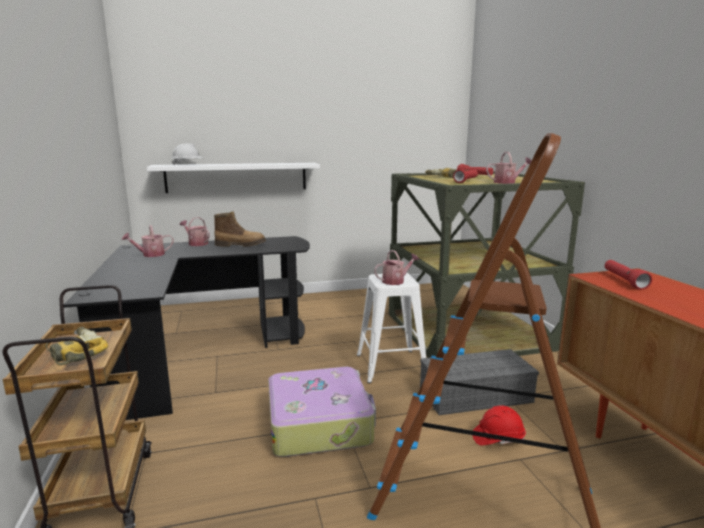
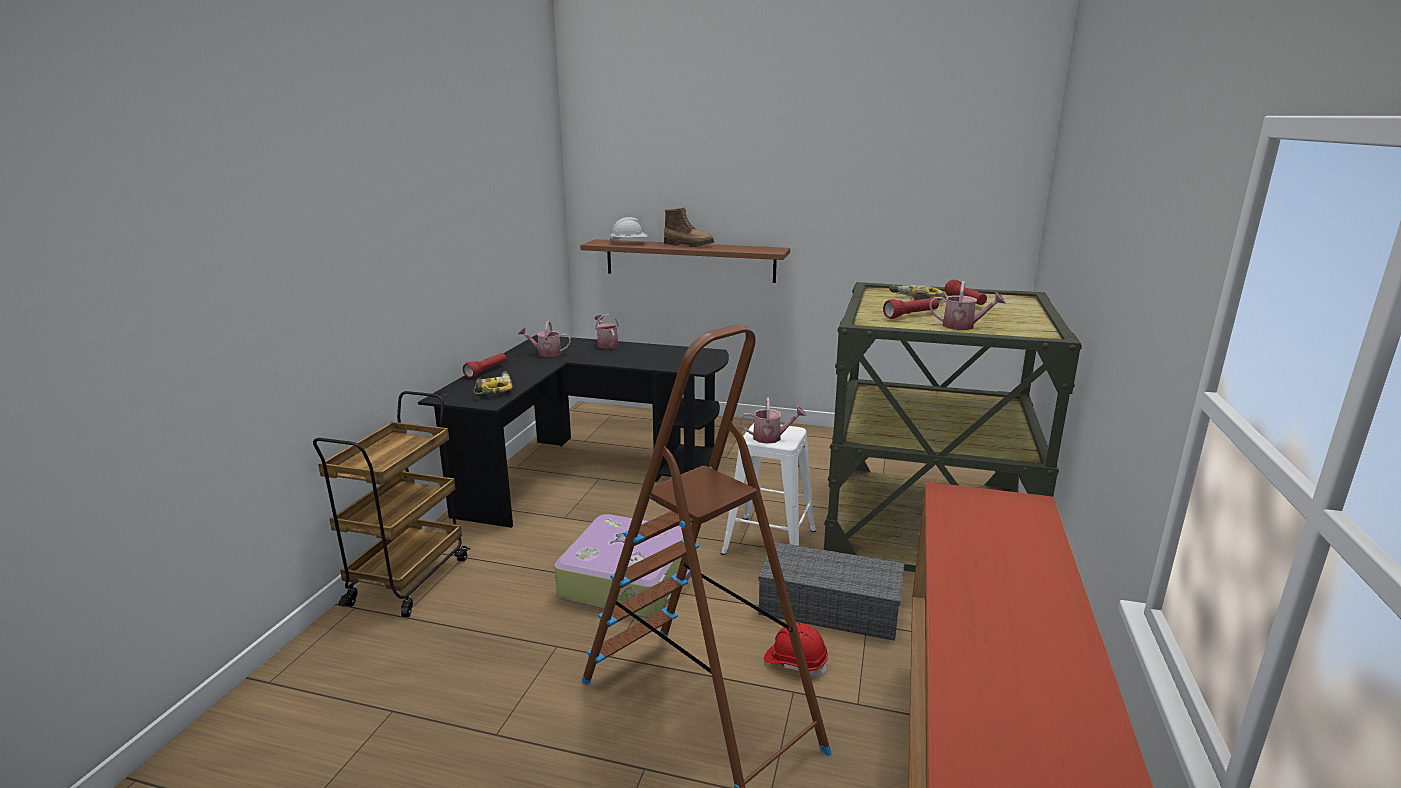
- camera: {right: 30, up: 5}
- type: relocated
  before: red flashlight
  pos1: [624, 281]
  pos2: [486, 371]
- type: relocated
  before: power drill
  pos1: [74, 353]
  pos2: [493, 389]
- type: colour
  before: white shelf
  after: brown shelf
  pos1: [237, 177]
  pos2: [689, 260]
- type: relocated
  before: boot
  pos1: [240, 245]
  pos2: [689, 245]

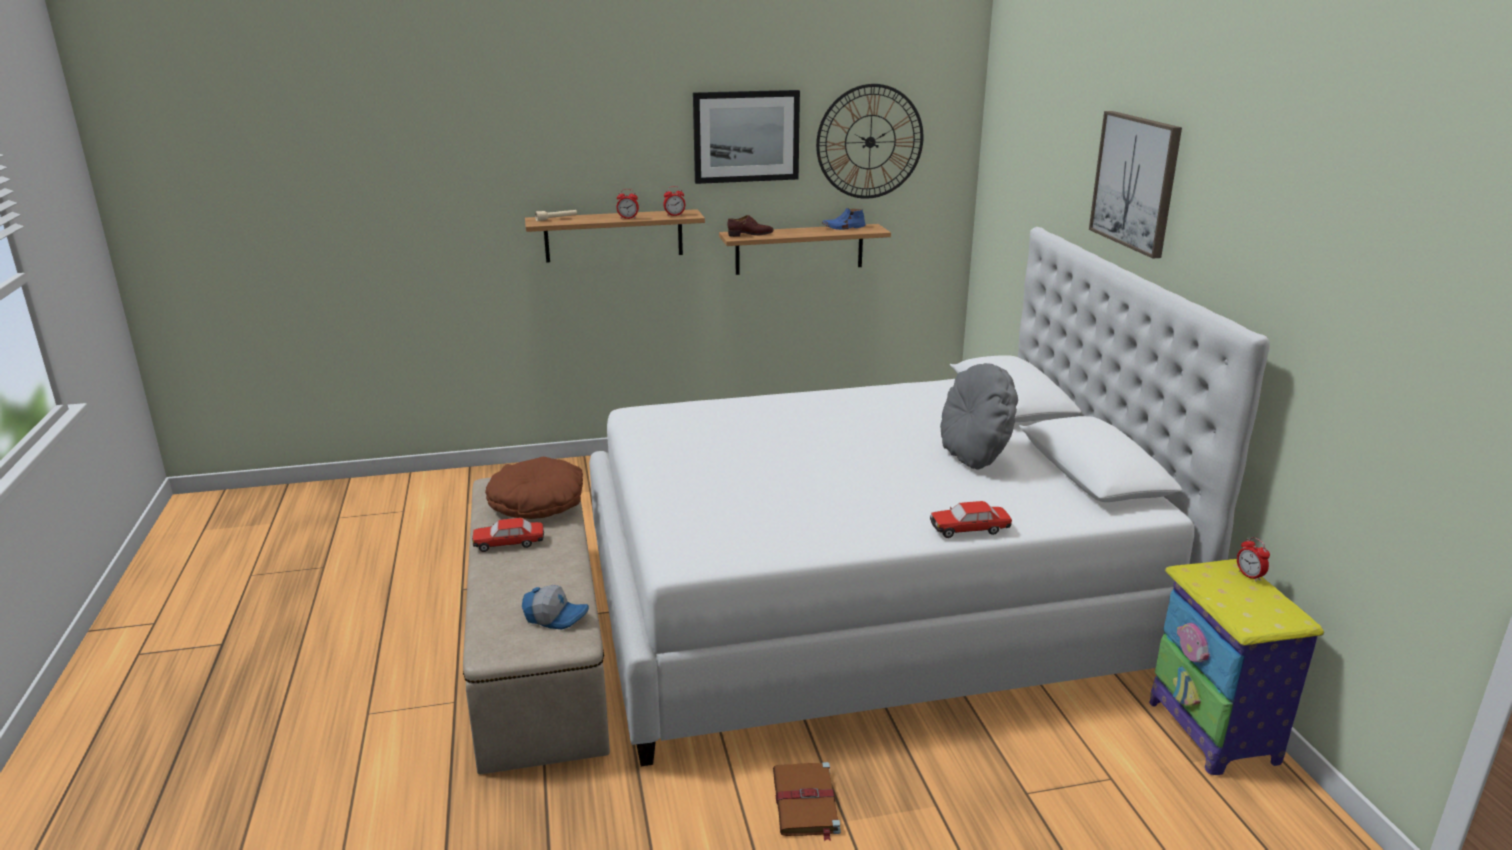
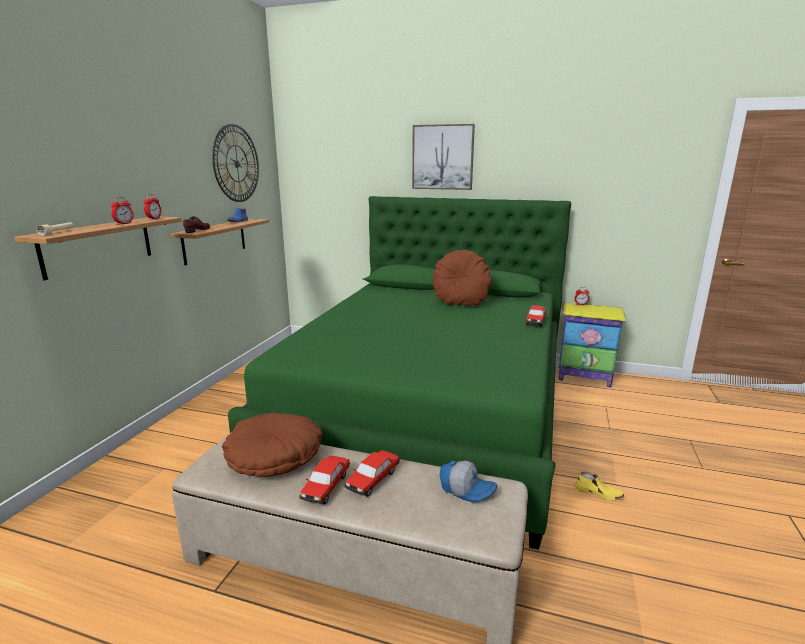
- camera: {right: -60, up: -5}
- type: colour
  before: white bed
  after: green bed
  pos1: [866, 602]
  pos2: [429, 413]
- type: appeared
  after: toy car
  pos2: [373, 479]
- type: colour
  before: grey pillow
  after: brown pillow
  pos1: [974, 458]
  pos2: [460, 303]
- type: spun
  before: cap
  pos1: [556, 616]
  pos2: [467, 489]
  turn: 75
- type: exchanged
  before: brown book
  after: yellow shoe
  pos1: [806, 803]
  pos2: [598, 492]
- type: missing
  before: picture
  pos1: [746, 136]

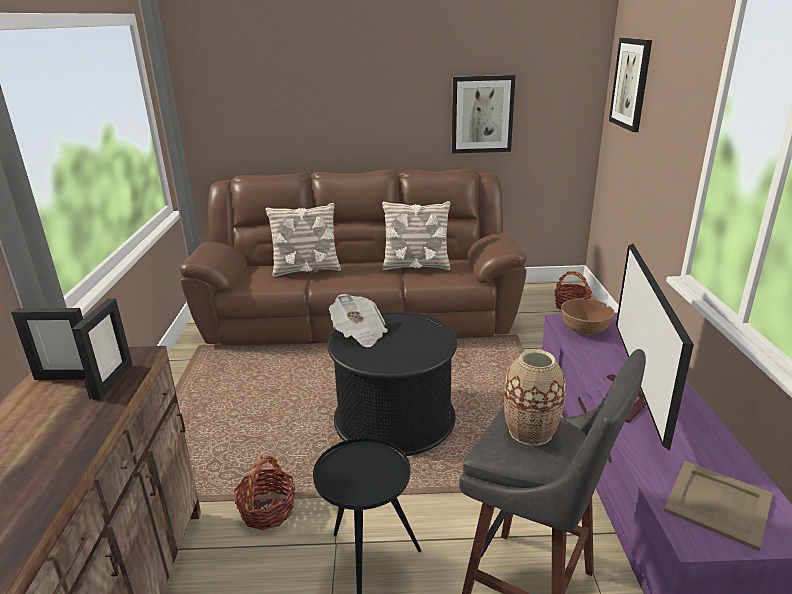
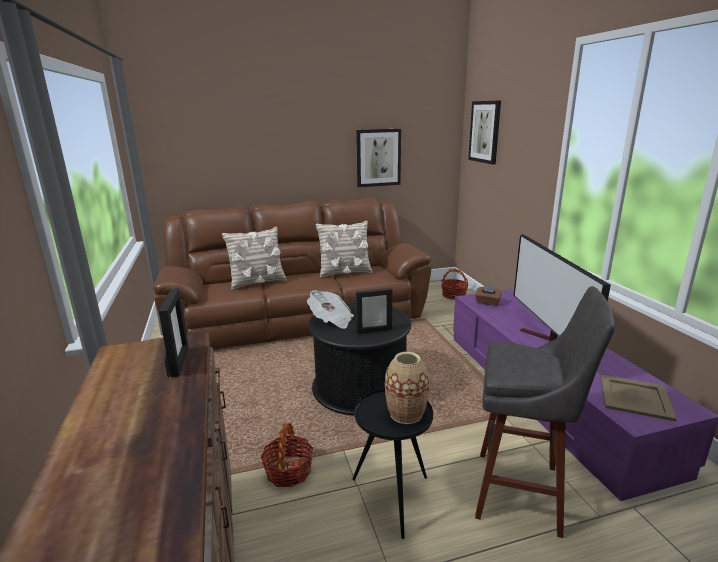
- camera: {right: -15, up: -5}
- type: relocated
  before: picture frame
  pos1: [67, 376]
  pos2: [374, 330]
- type: relocated
  before: vase
  pos1: [530, 431]
  pos2: [406, 414]
- type: exchanged
  before: brown bowl
  after: brown tissue box
  pos1: [584, 330]
  pos2: [487, 303]

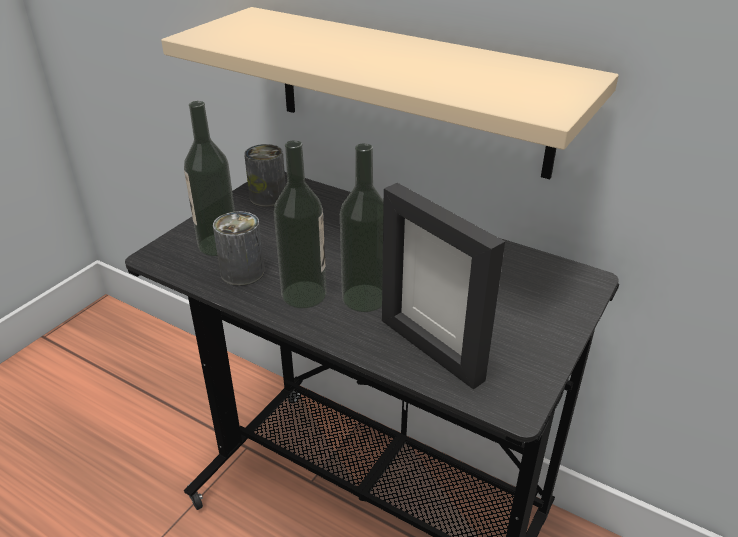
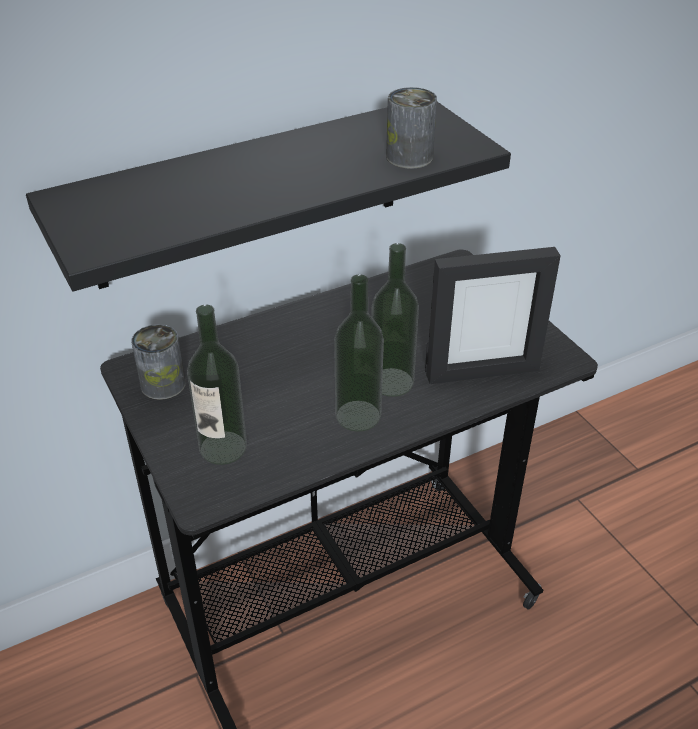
- camera: {right: -60, up: 5}
- type: colour
  before: beige shelf
  after: black shelf
  pos1: [409, 90]
  pos2: [250, 193]
- type: relocated
  before: can
  pos1: [242, 272]
  pos2: [409, 157]

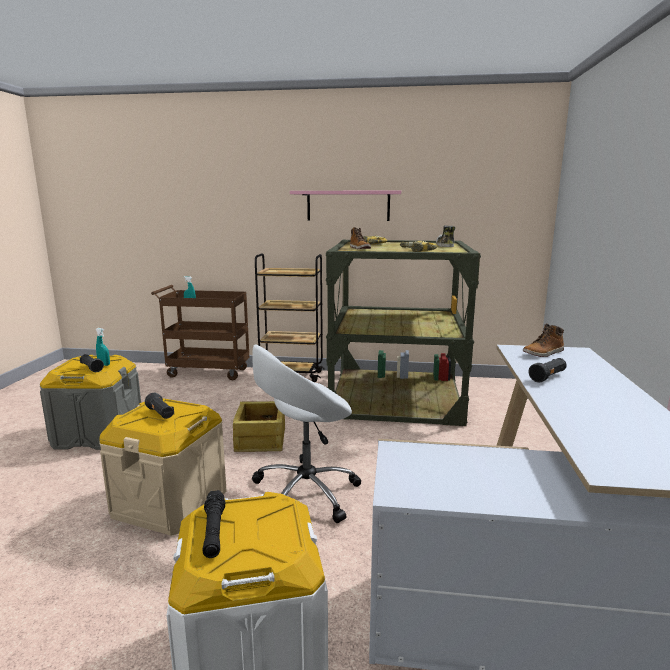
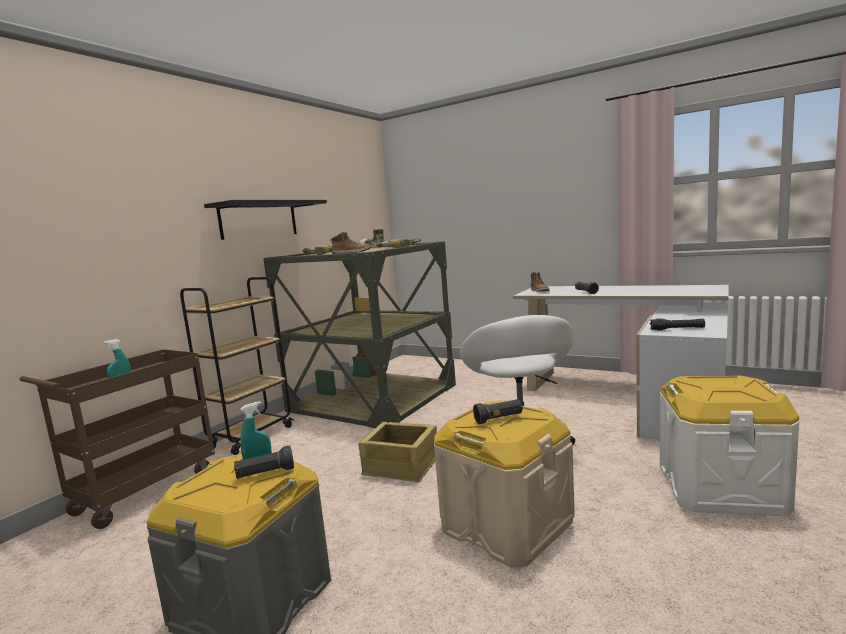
- camera: {right: -65, up: -5}
- type: colour
  before: pink shelf
  after: black shelf
  pos1: [348, 206]
  pos2: [259, 220]
- type: relocated
  before: black flashlight
  pos1: [214, 530]
  pos2: [677, 329]

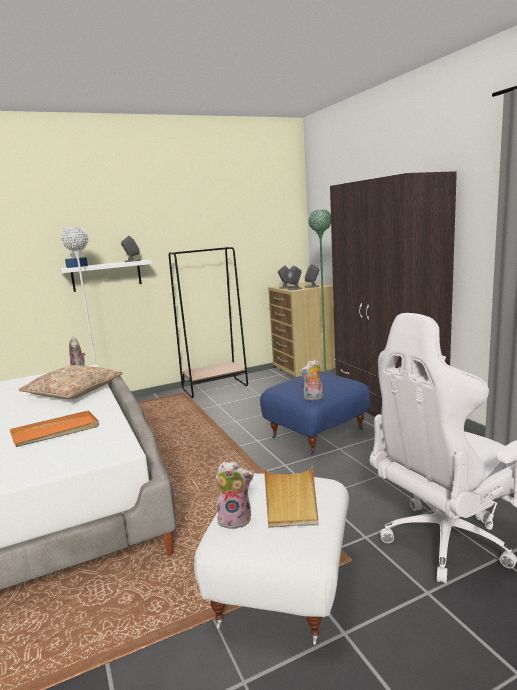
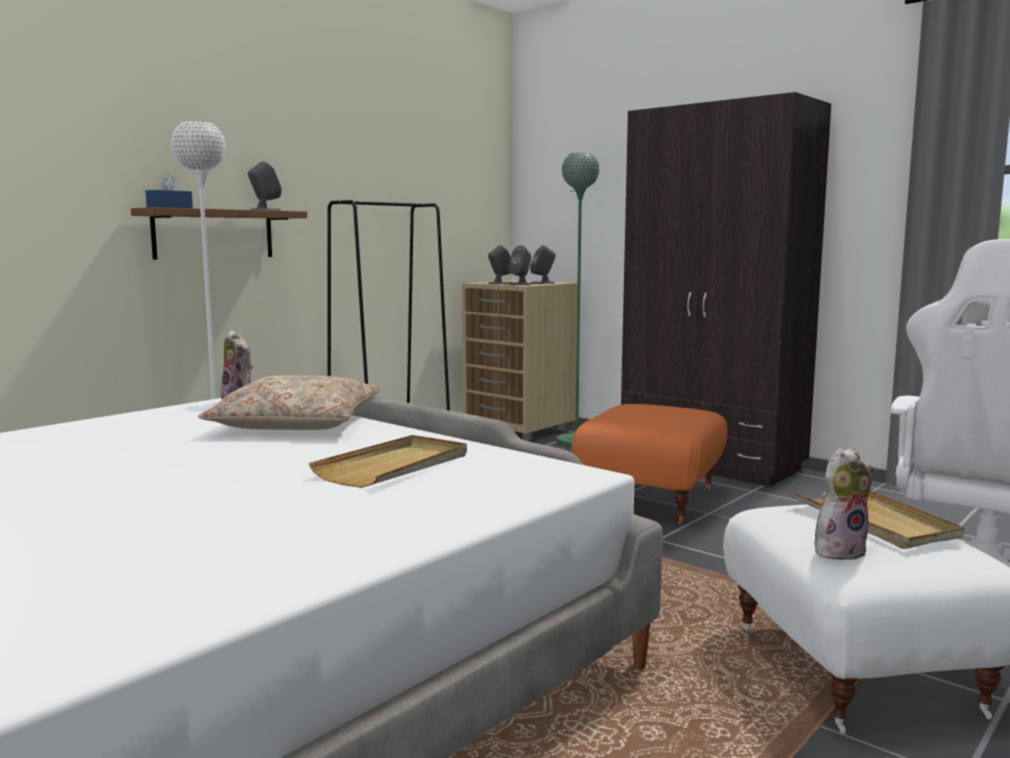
- camera: {right: -25, up: -5}
- type: colour
  before: white shelf
  after: brown shelf
  pos1: [106, 275]
  pos2: [214, 234]
- type: colour
  before: orange tray
  after: beige tray
  pos1: [56, 431]
  pos2: [394, 466]
- type: colour
  before: blue ottoman
  after: orange ottoman
  pos1: [316, 433]
  pos2: [649, 499]
- type: missing
  before: plush toy
  pos1: [313, 398]

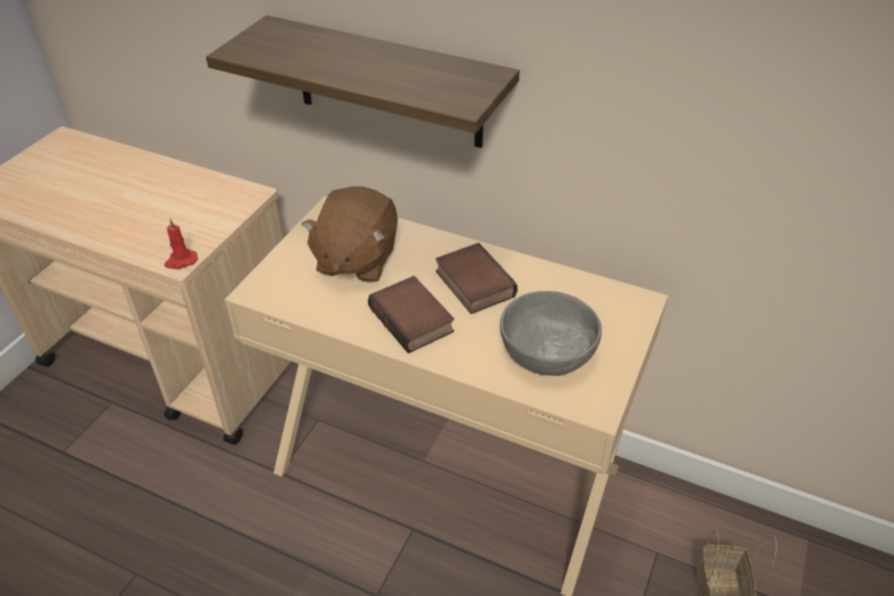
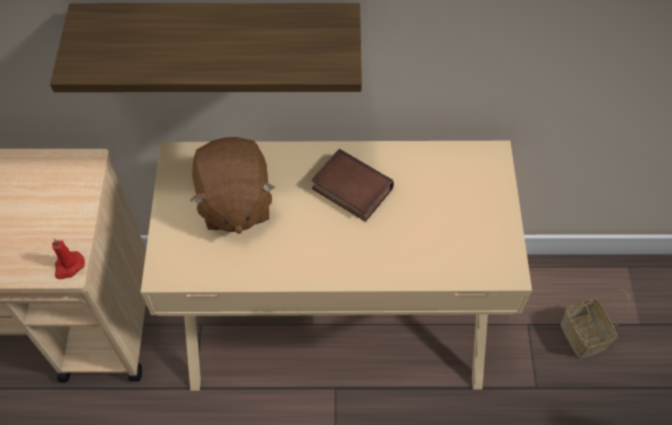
- camera: {right: -25, up: 15}
- type: missing
  before: book
  pos1: [414, 320]
- type: missing
  before: grey bowl
  pos1: [547, 351]

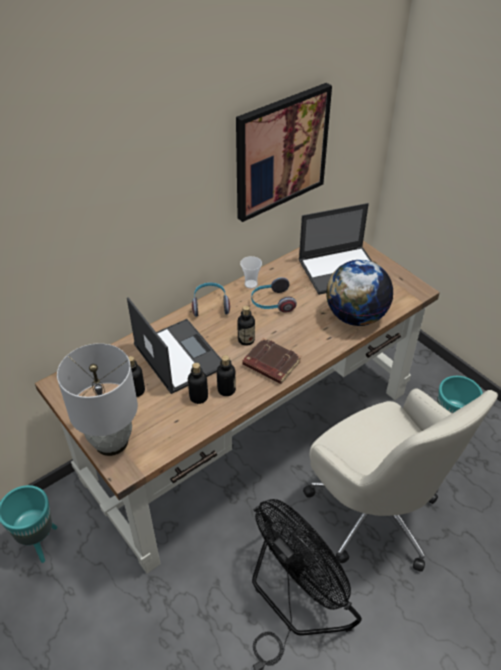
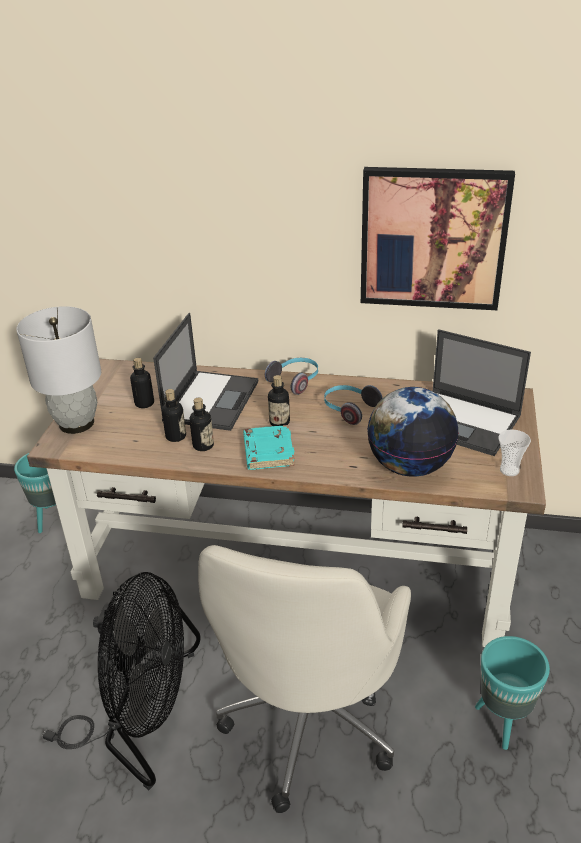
- camera: {right: 50, up: -10}
- type: colour
  before: brown book
  after: turquoise book
  pos1: [270, 364]
  pos2: [267, 451]
- type: relocated
  before: cup
  pos1: [251, 284]
  pos2: [509, 470]

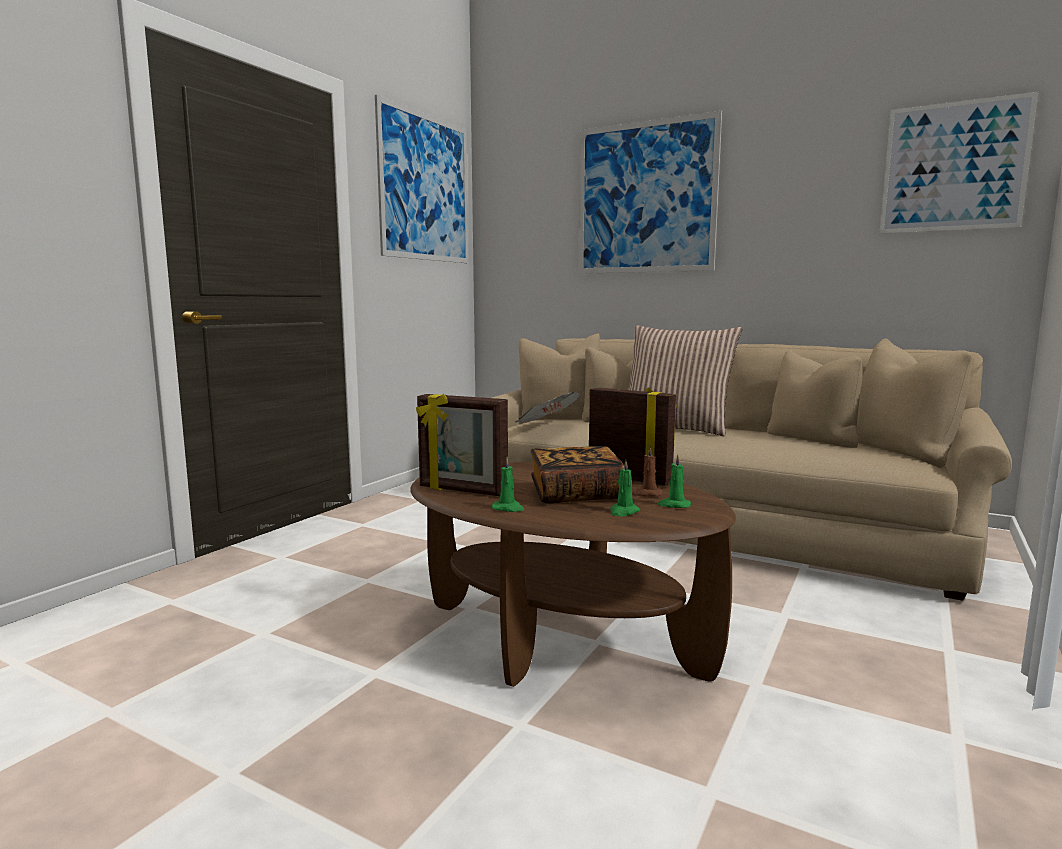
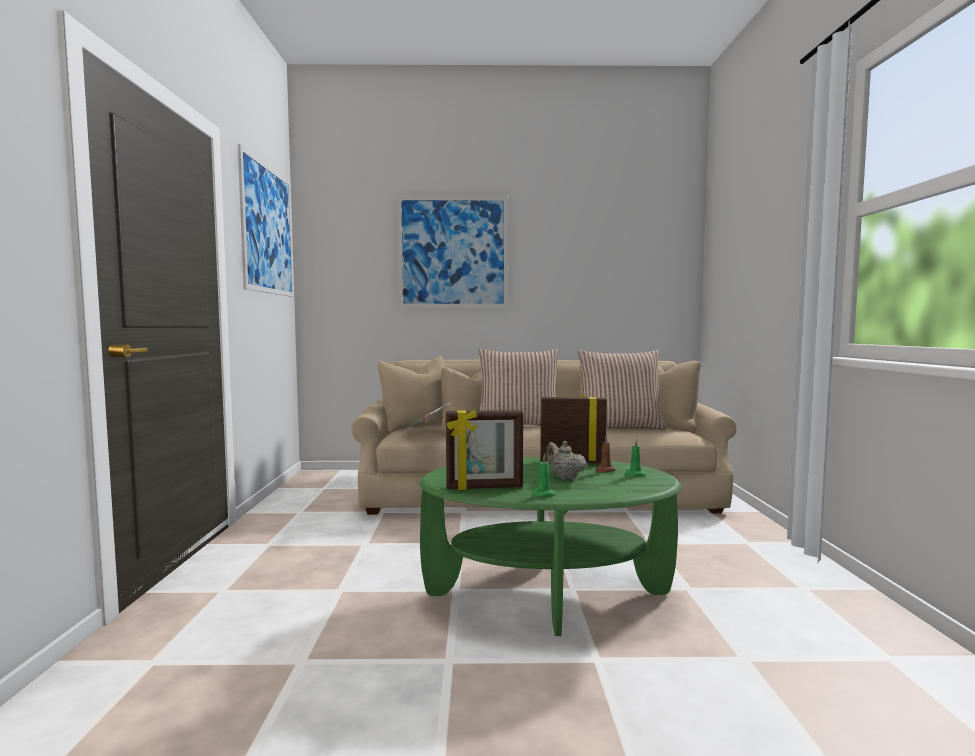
- camera: {right: -30, up: -5}
- type: colour
  before: brown coffee table
  after: green coffee table
  pos1: [560, 639]
  pos2: [547, 594]
- type: exchanged
  before: book
  after: beige teapot
  pos1: [575, 494]
  pos2: [564, 478]
- type: appeared
  after: pillow
  pos2: [620, 427]
- type: missing
  before: green candle
  pos1: [623, 512]
- type: missing
  before: picture
  pos1: [954, 167]

